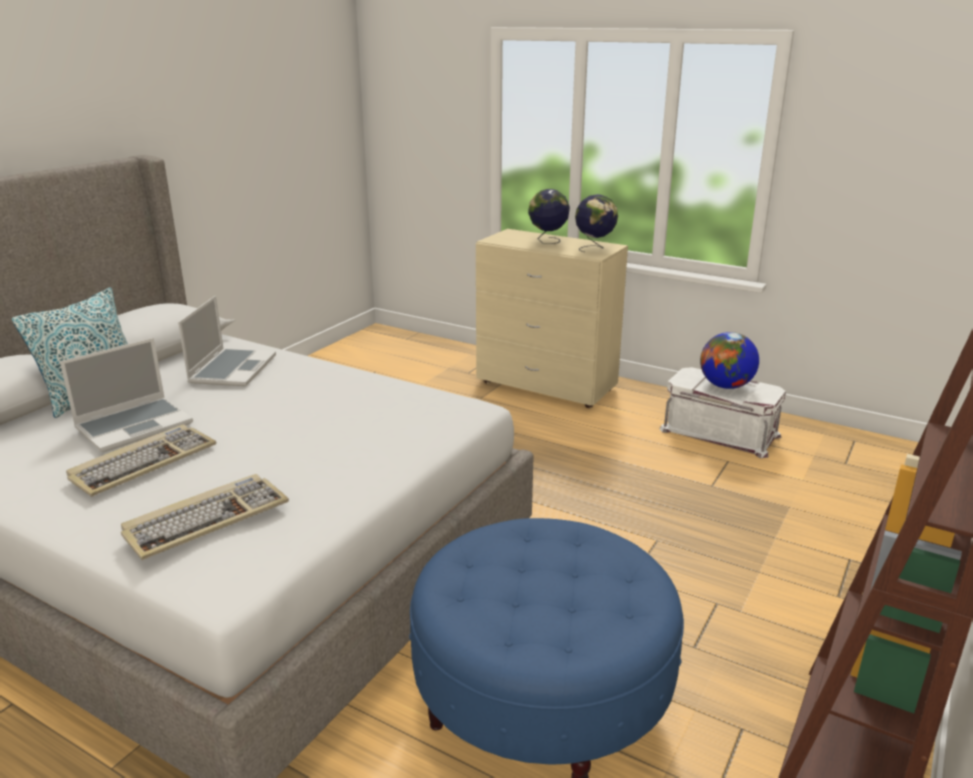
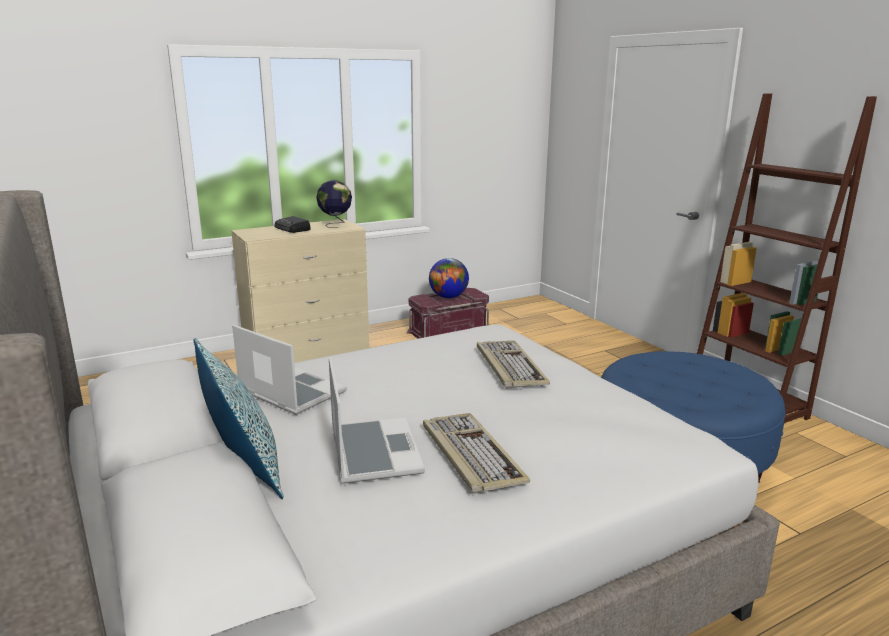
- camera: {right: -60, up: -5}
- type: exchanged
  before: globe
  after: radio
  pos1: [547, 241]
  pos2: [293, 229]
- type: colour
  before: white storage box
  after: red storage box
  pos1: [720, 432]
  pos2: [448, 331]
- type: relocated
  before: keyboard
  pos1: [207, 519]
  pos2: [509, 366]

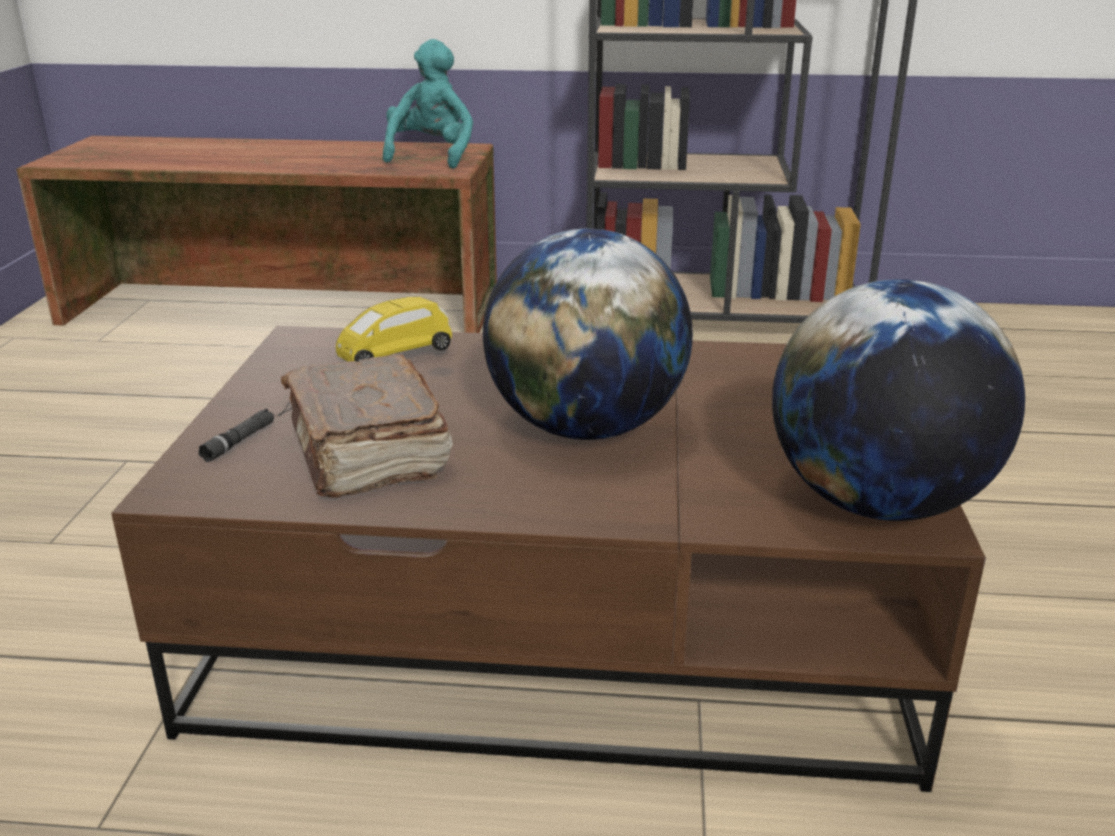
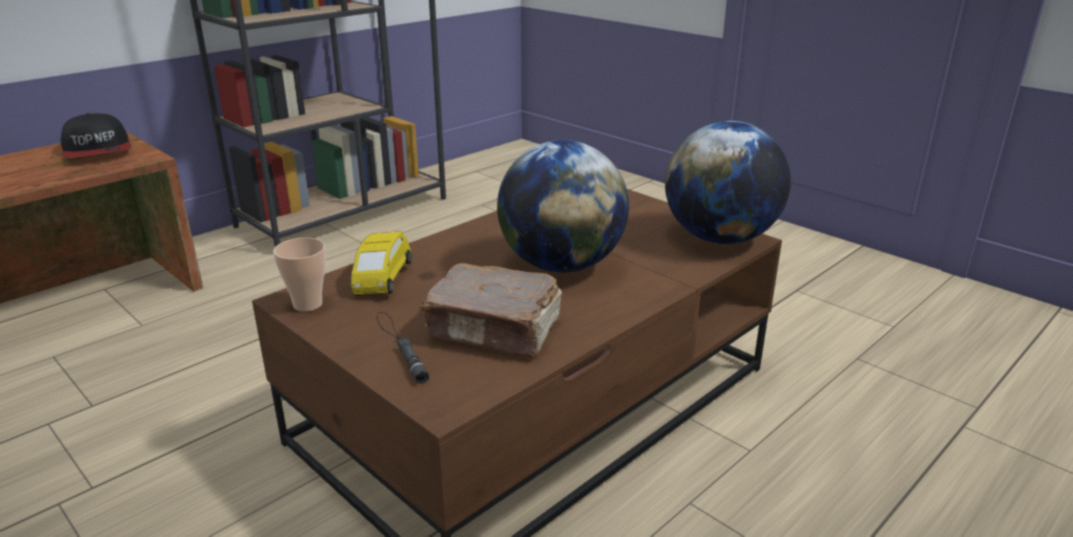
- camera: {right: -50, up: 0}
- type: exchanged
  before: turquoise plush toy
  after: cap
  pos1: [431, 156]
  pos2: [98, 151]
- type: appeared
  after: cup
  pos2: [307, 304]

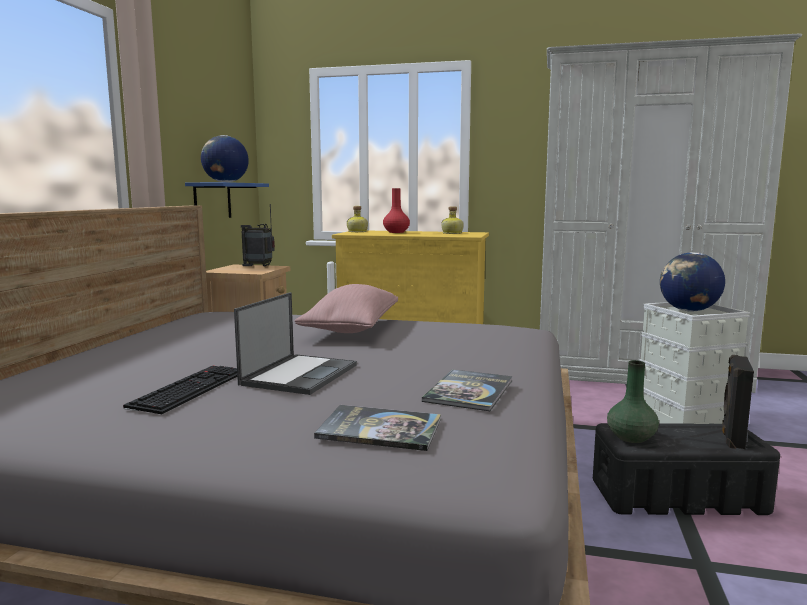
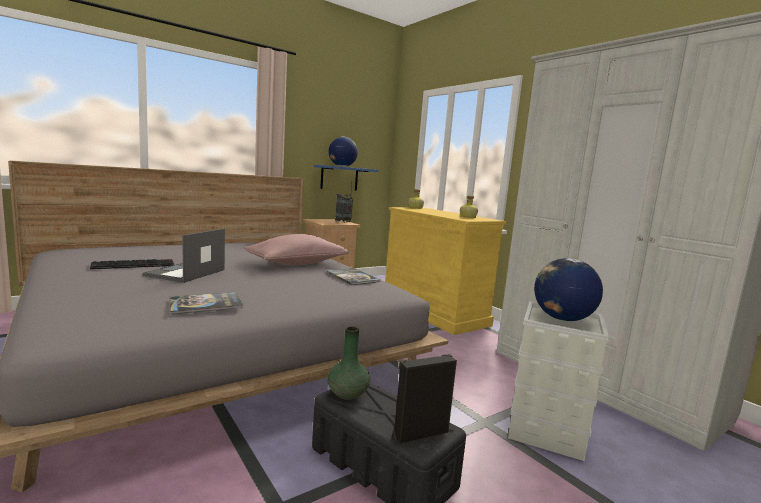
- camera: {right: 40, up: 0}
- type: spun
  before: laptop
  pos1: [300, 374]
  pos2: [185, 273]
  turn: 135
- type: relocated
  before: book
  pos1: [380, 429]
  pos2: [352, 277]
- type: missing
  before: red vase
  pos1: [396, 232]

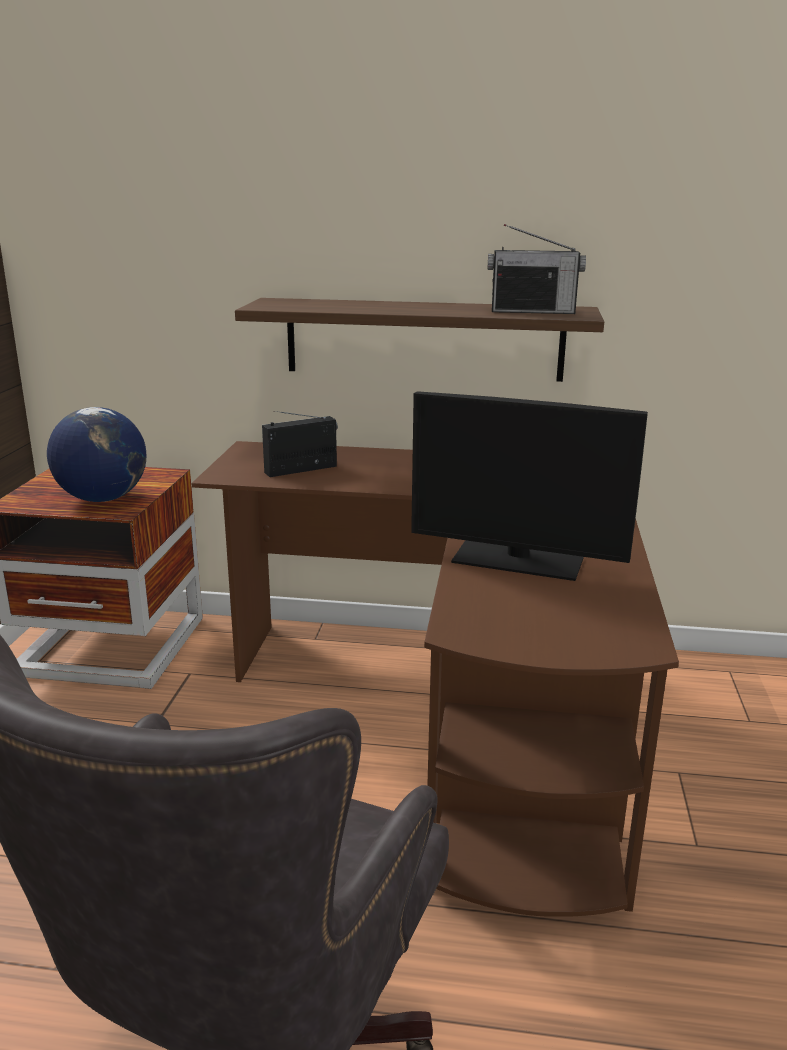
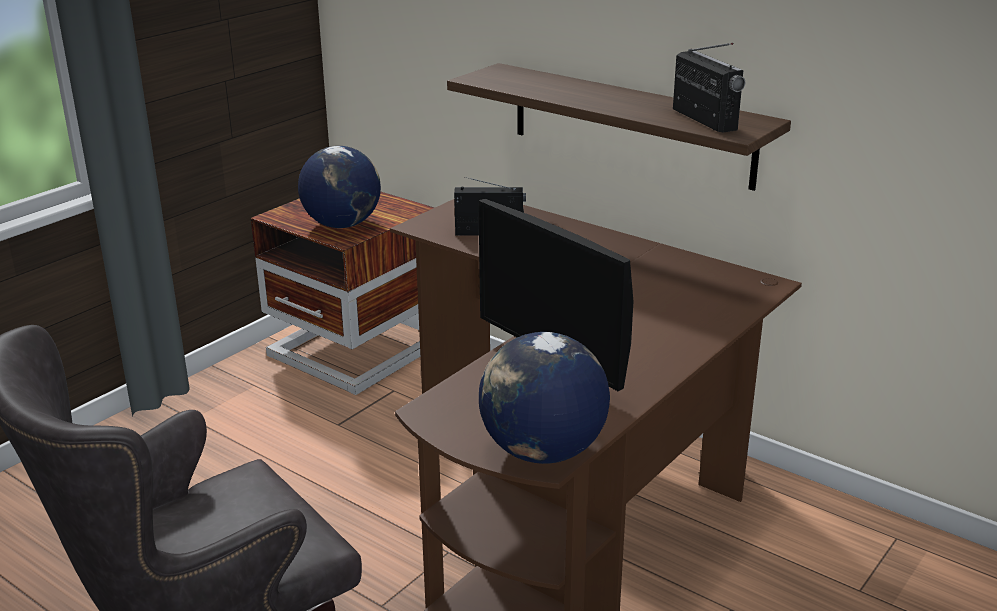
- camera: {right: 30, up: 5}
- type: appeared
  after: globe
  pos2: [542, 452]
- type: spun
  before: radio
  pos1: [532, 311]
  pos2: [704, 120]
  turn: -150

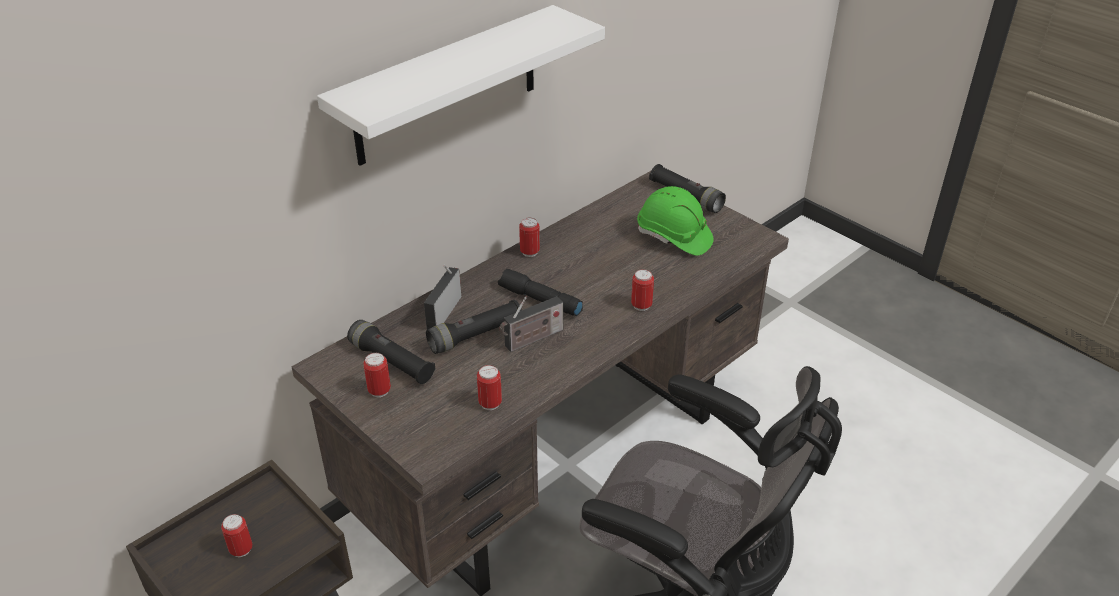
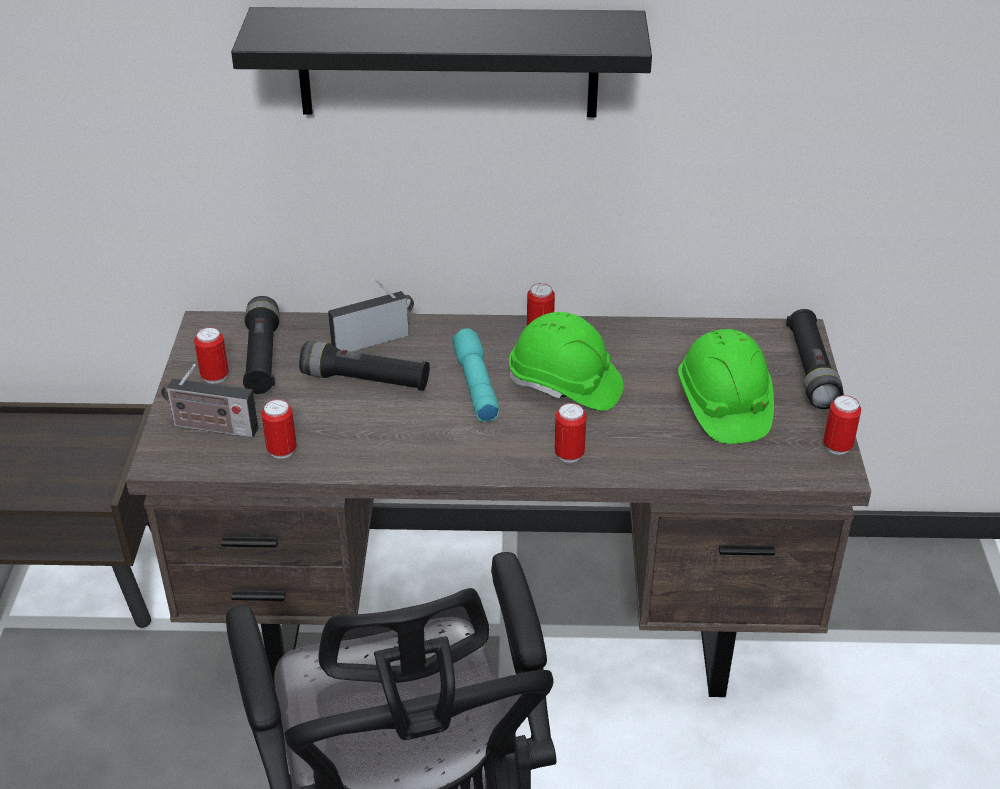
- camera: {right: 45, up: 0}
- type: relocated
  before: radio
  pos1: [532, 339]
  pos2: [211, 427]
- type: colour
  before: white shelf
  after: black shelf
  pos1: [447, 86]
  pos2: [448, 62]
- type: colour
  before: black flashlight
  after: turquoise flashlight
  pos1: [539, 300]
  pos2: [474, 384]
- type: appeared
  after: green hard hat
  pos2: [565, 385]
- type: relocated
  before: can
  pos1: [241, 549]
  pos2: [837, 446]

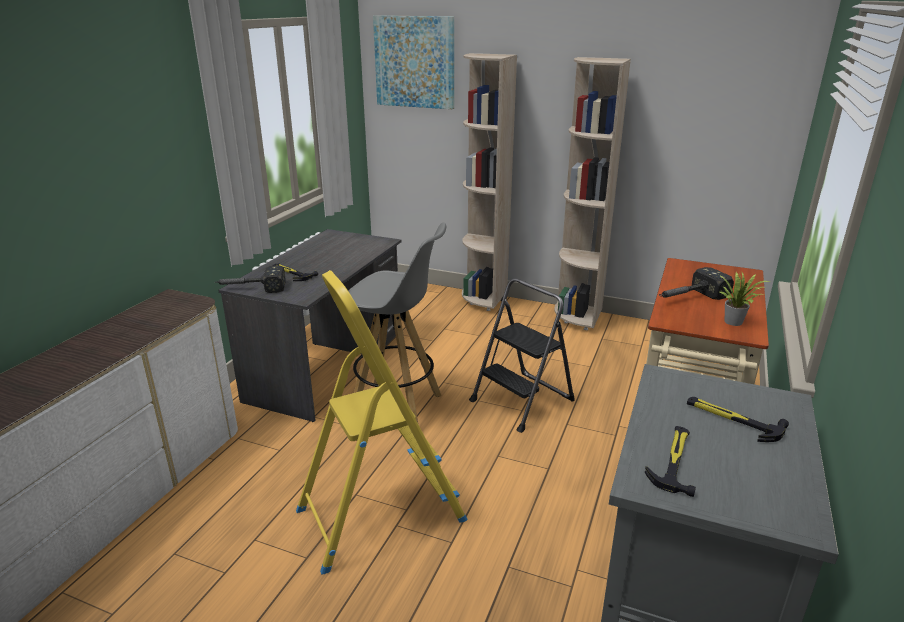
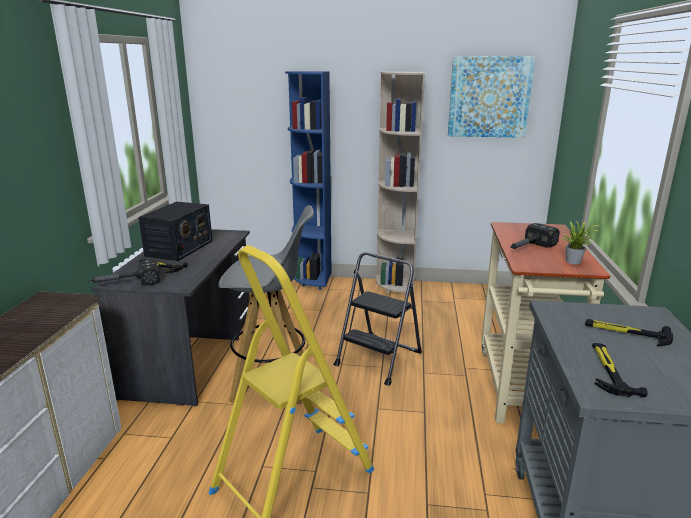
- camera: {right: -15, up: -5}
- type: appeared
  after: radio
  pos2: [179, 248]
- type: colour
  before: beige bookcase
  after: blue bookcase
  pos1: [482, 301]
  pos2: [312, 283]
- type: relocated
  before: picture
  pos1: [415, 62]
  pos2: [489, 97]

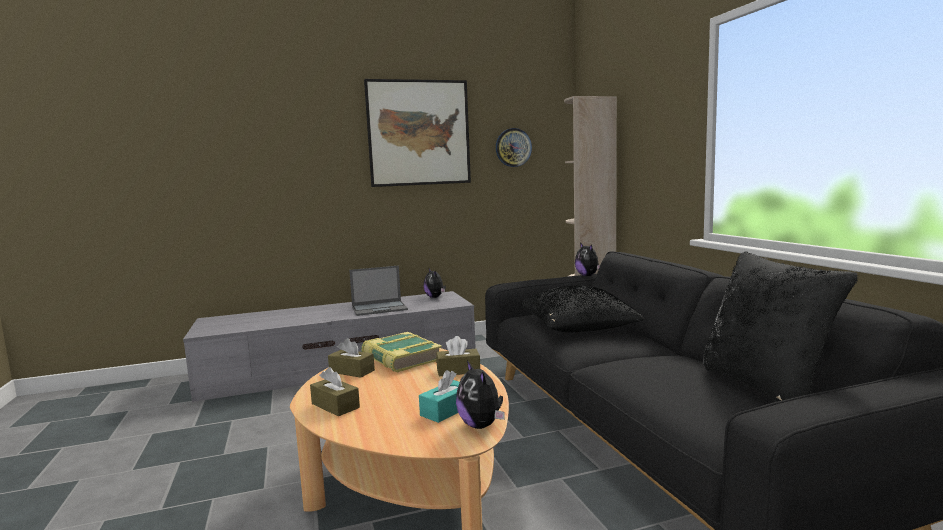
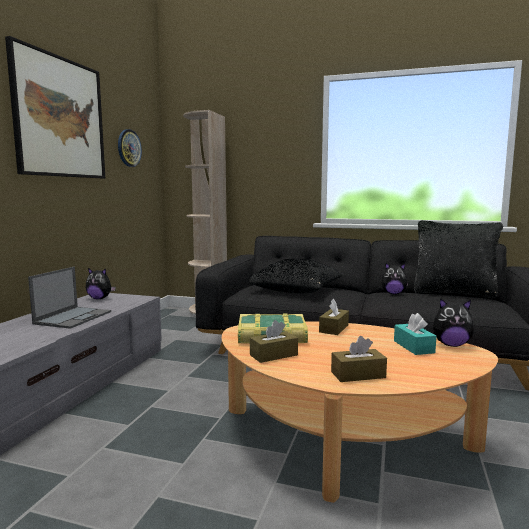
- camera: {right: -55, up: 0}
- type: relocated
  before: plush toy
  pos1: [588, 276]
  pos2: [393, 293]

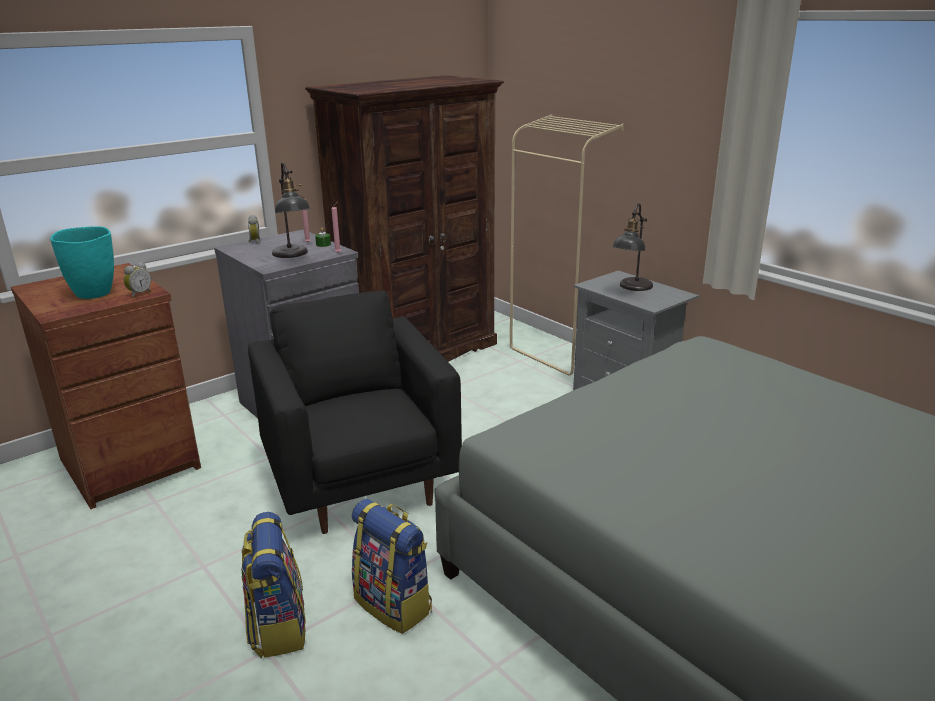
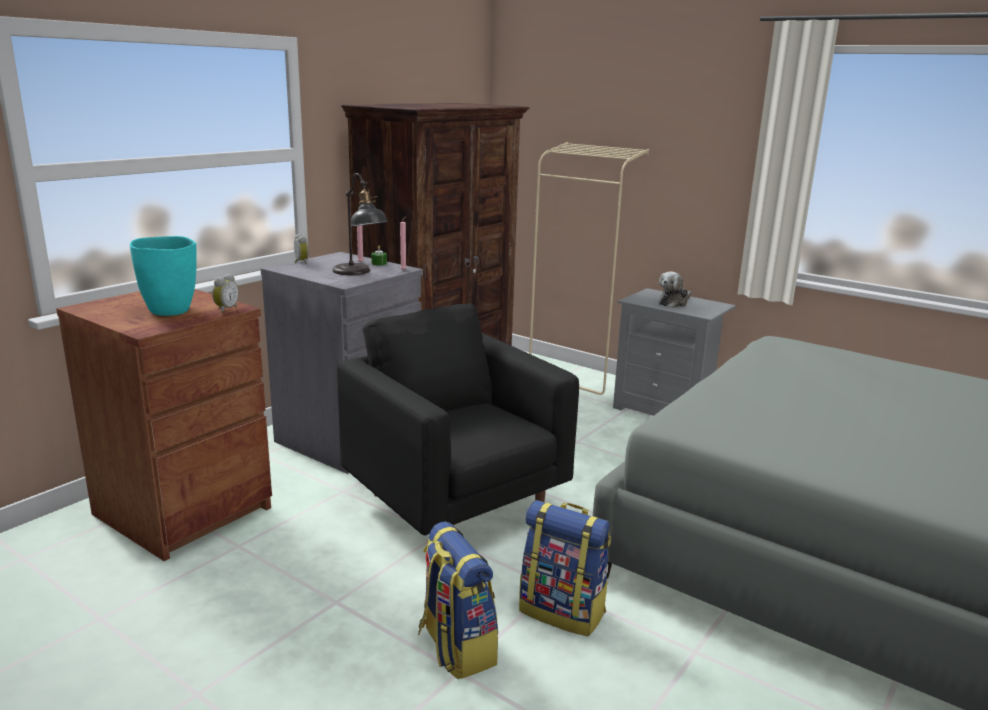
- camera: {right: -15, up: -5}
- type: exchanged
  before: grey table lamp
  after: plush toy
  pos1: [631, 289]
  pos2: [674, 302]

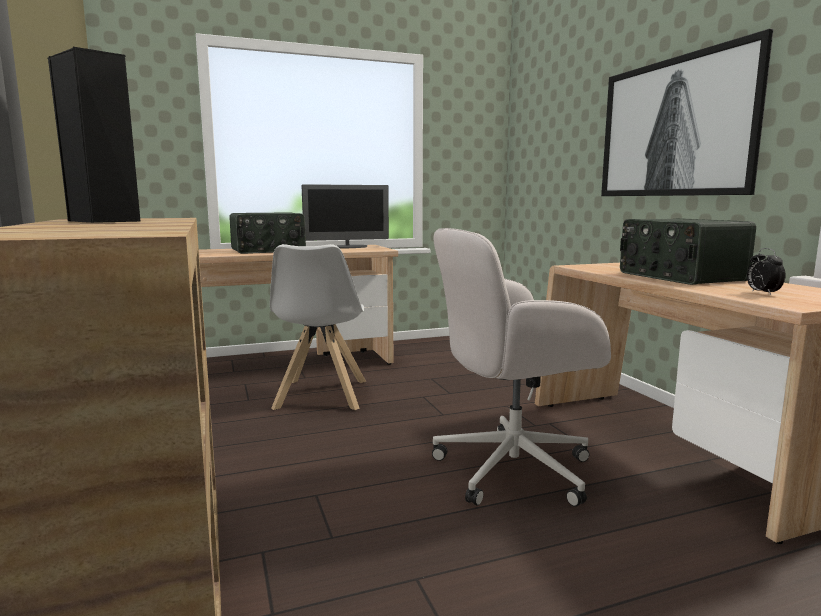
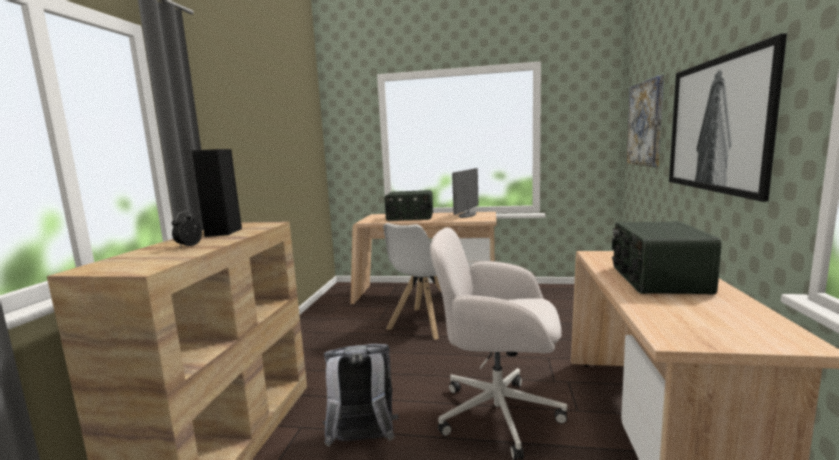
- camera: {right: 30, up: 0}
- type: relocated
  before: alarm clock
  pos1: [762, 293]
  pos2: [189, 246]
- type: appeared
  after: grey backpack
  pos2: [362, 441]
- type: spun
  before: monitor
  pos1: [347, 247]
  pos2: [467, 215]
  turn: 105
- type: appeared
  after: picture
  pos2: [645, 123]

